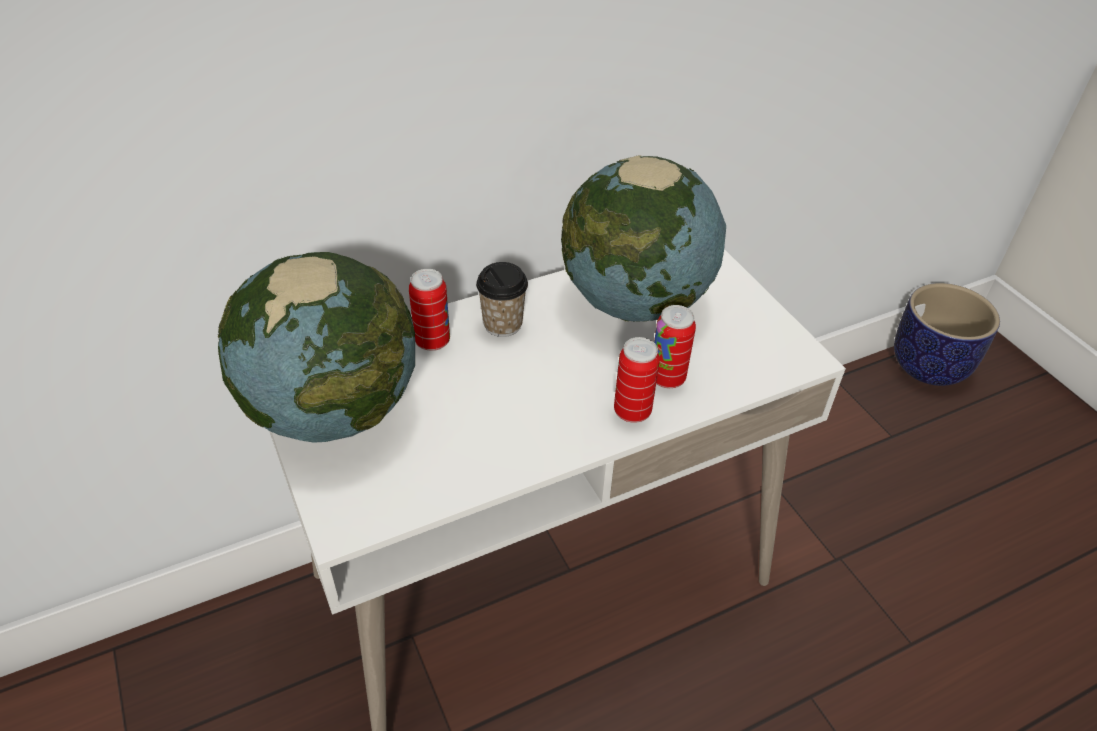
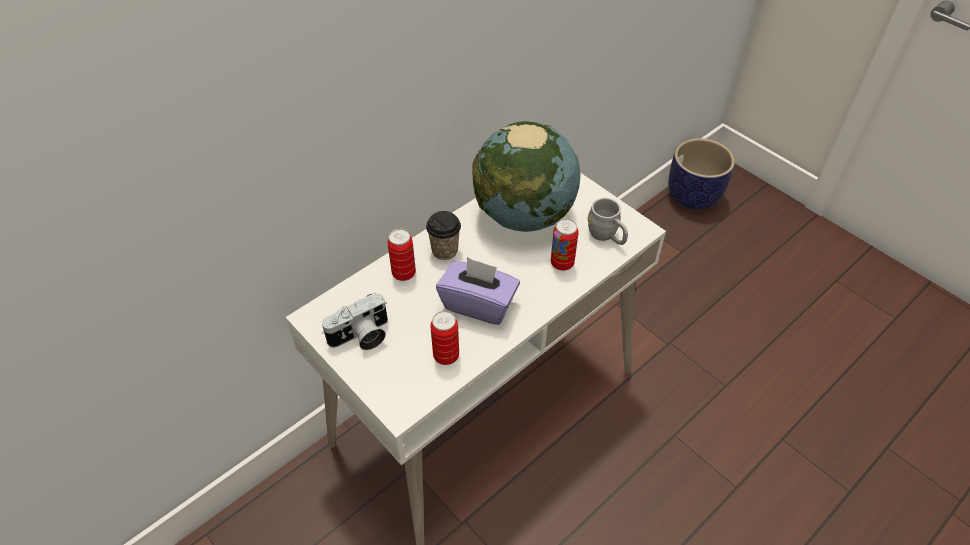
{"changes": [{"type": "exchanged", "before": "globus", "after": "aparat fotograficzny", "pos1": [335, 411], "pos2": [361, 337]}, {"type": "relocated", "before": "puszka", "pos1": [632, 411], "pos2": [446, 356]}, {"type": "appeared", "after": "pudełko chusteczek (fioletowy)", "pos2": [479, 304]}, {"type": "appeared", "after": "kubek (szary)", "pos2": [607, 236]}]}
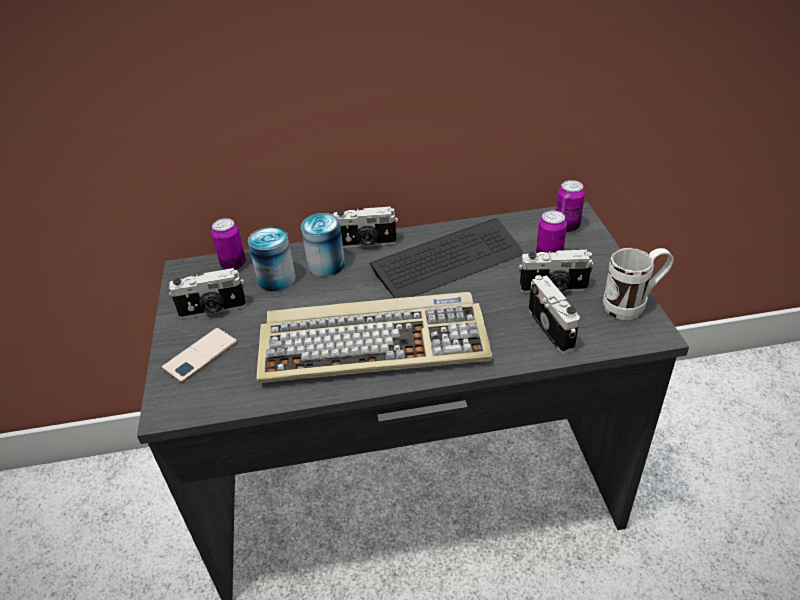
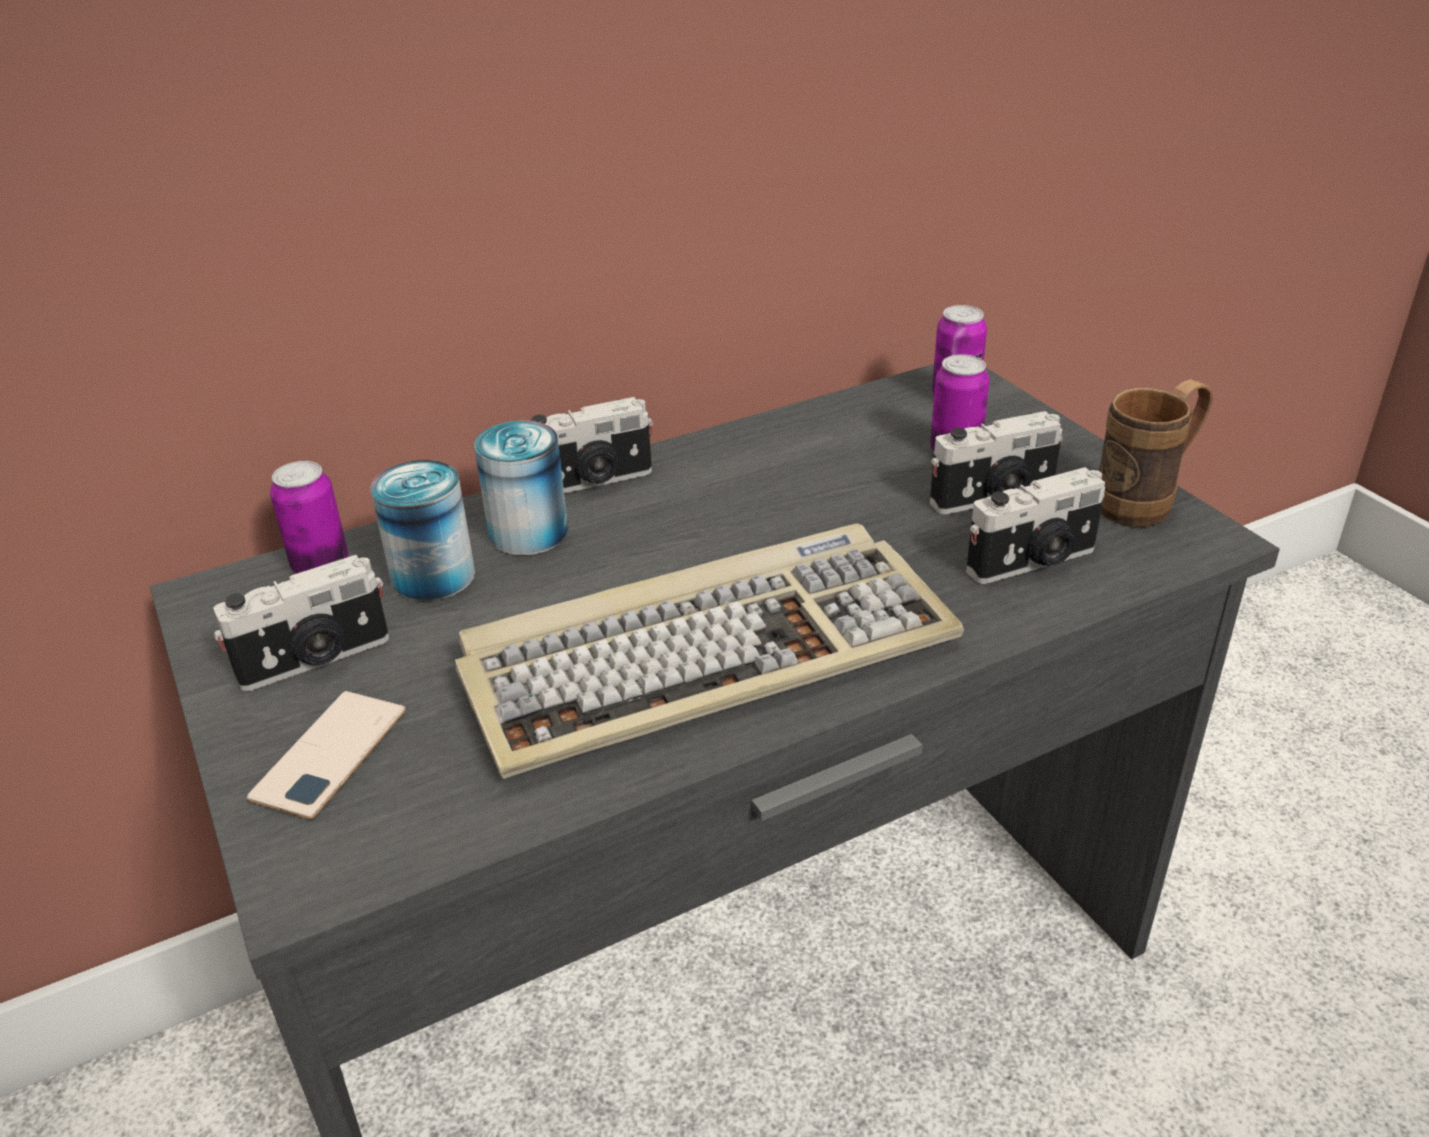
{"changes": [{"type": "missing", "before": "klawiatura", "pos1": [448, 261]}, {"type": "spun", "before": "aparat fotograficzny", "pos1": [553, 328], "pos2": [1034, 562], "turn": 105}, {"type": "colour", "before": "kubek (biały)", "after": "kubek (brązowy)", "pos1": [632, 305], "pos2": [1146, 501]}]}
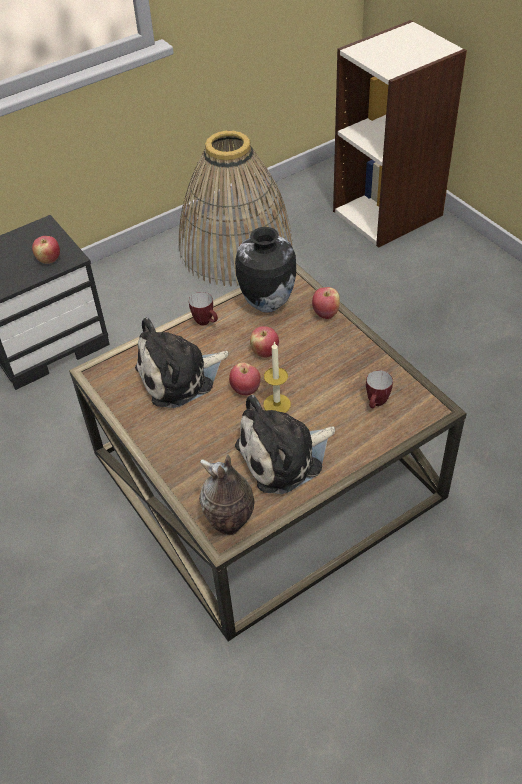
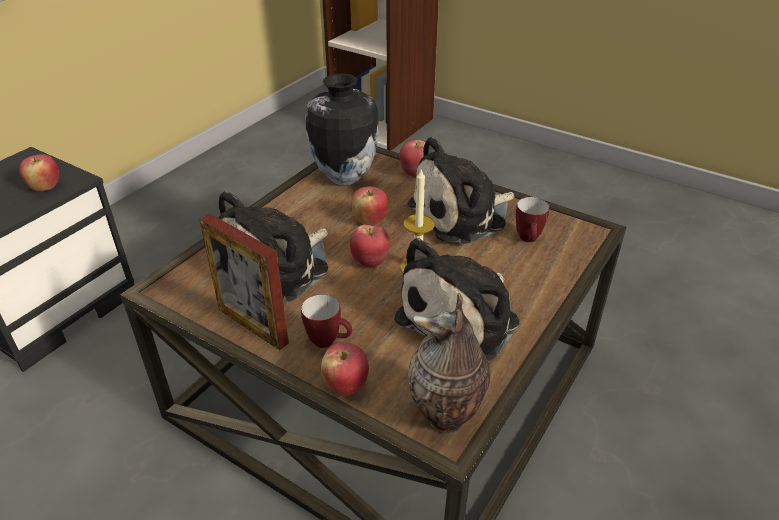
{"changes": [{"type": "missing", "before": "koszyk", "pos1": [236, 248]}, {"type": "relocated", "before": "kubek", "pos1": [206, 322], "pos2": [329, 342]}, {"type": "appeared", "after": "ramka na zdjęcie", "pos2": [253, 326]}, {"type": "appeared", "after": "jabłko", "pos2": [345, 385]}, {"type": "appeared", "after": "pluszak", "pos2": [462, 215]}]}
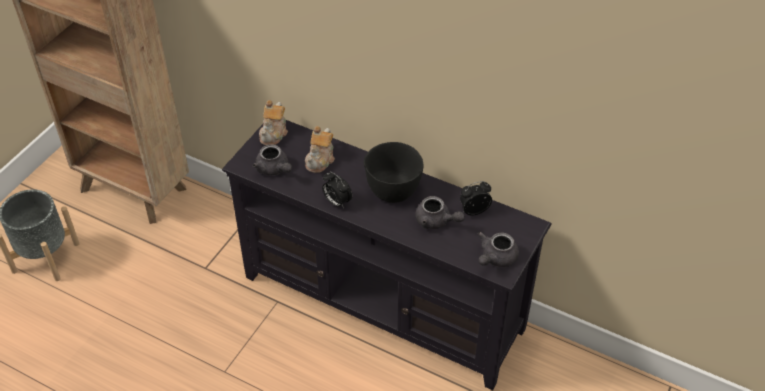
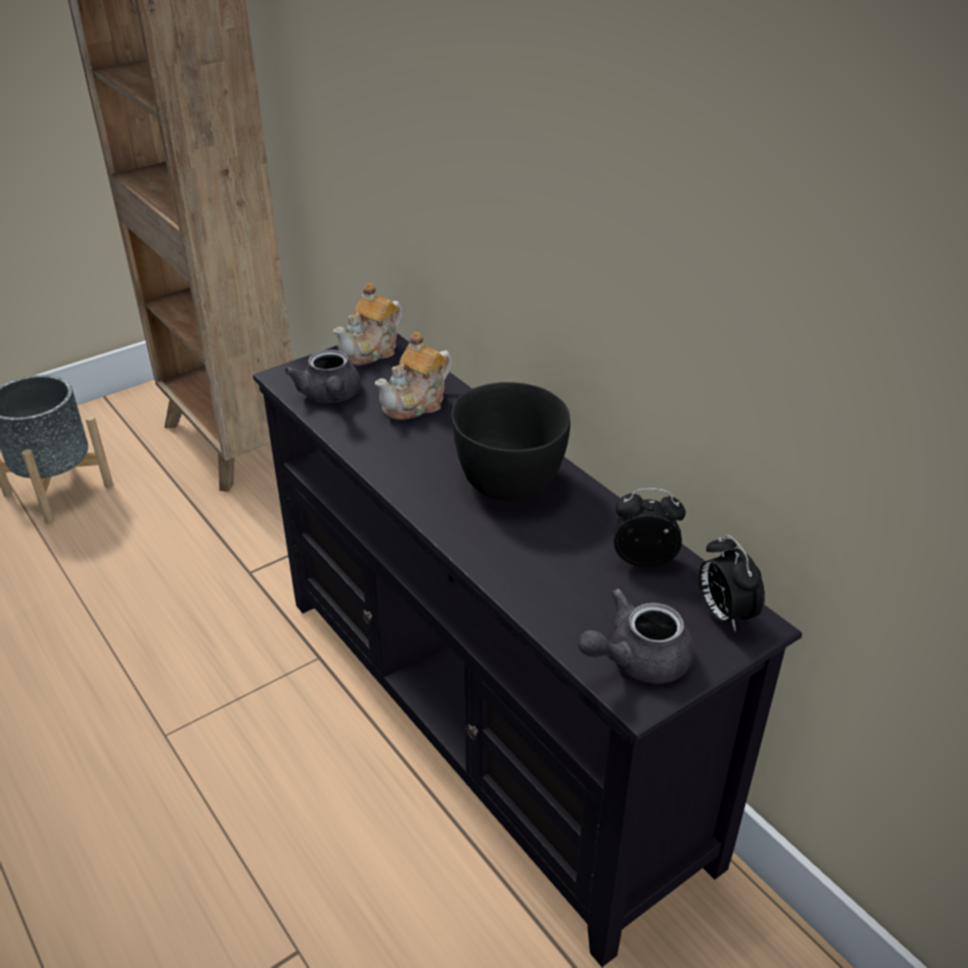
{"changes": [{"type": "relocated", "before": "budzik", "pos1": [337, 202], "pos2": [723, 614]}, {"type": "missing", "before": "imbryk (szary)", "pos1": [436, 221]}]}
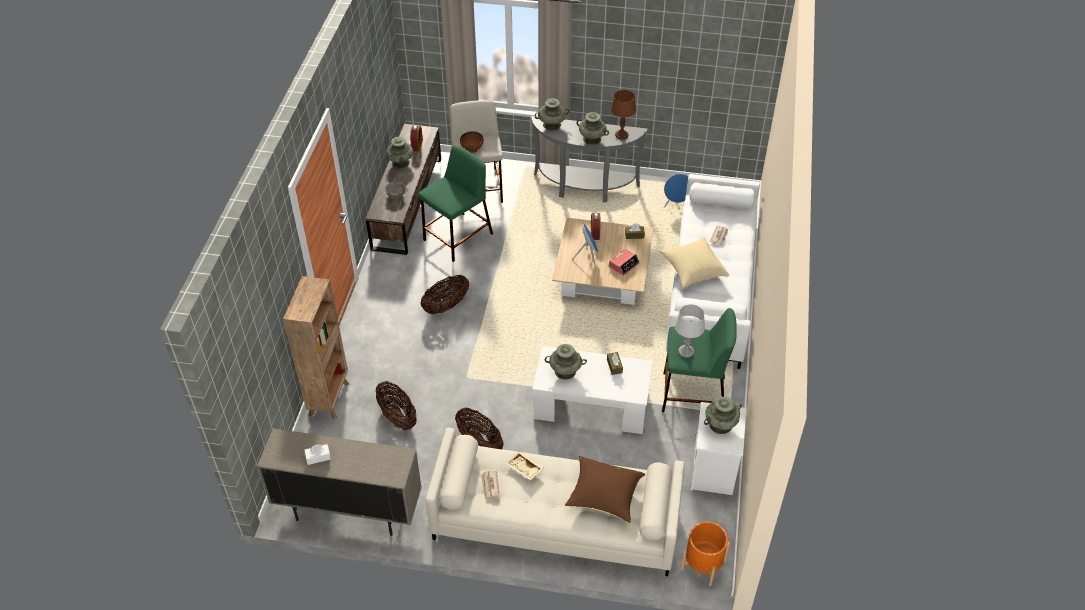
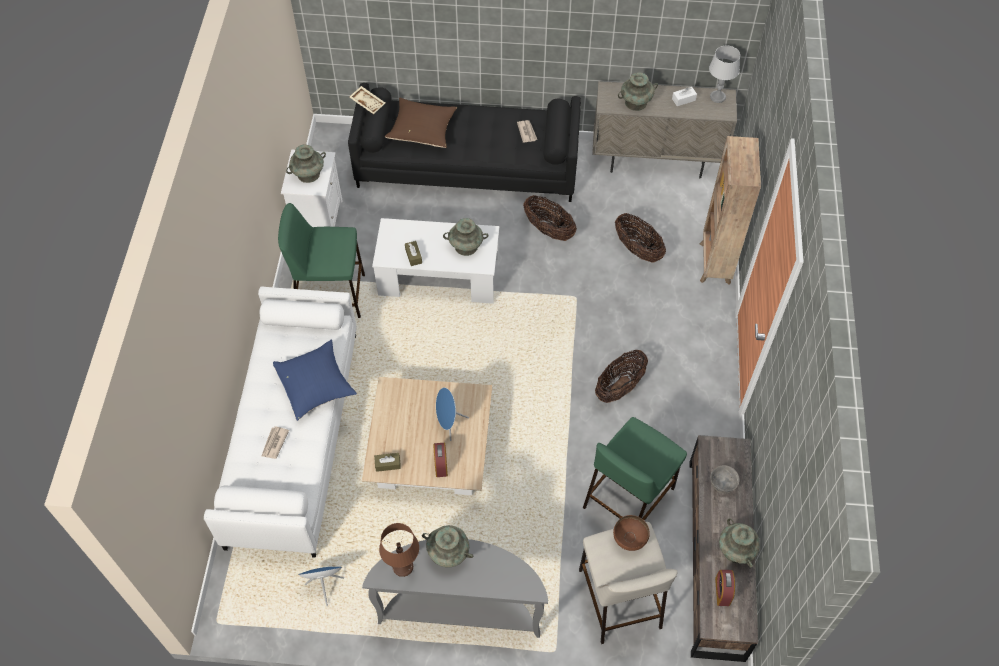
{"changes": [{"type": "colour", "before": "kanapa (beżowy)", "after": "kanapa (czarny)", "pos1": [554, 522], "pos2": [468, 165]}, {"type": "relocated", "before": "taca (beżowy)", "pos1": [524, 469], "pos2": [368, 103]}, {"type": "relocated", "before": "wazon (turkusowy)", "pos1": [551, 125], "pos2": [636, 103]}, {"type": "missing", "before": "budzik", "pos1": [624, 264]}, {"type": "colour", "before": "poduszka (beżowy)", "after": "poduszka (niebieski)", "pos1": [692, 270], "pos2": [316, 386]}, {"type": "relocated", "before": "lampa stołowa (szary)", "pos1": [686, 351], "pos2": [717, 97]}, {"type": "missing", "before": "donica (pomarańczowy)", "pos1": [703, 565]}]}
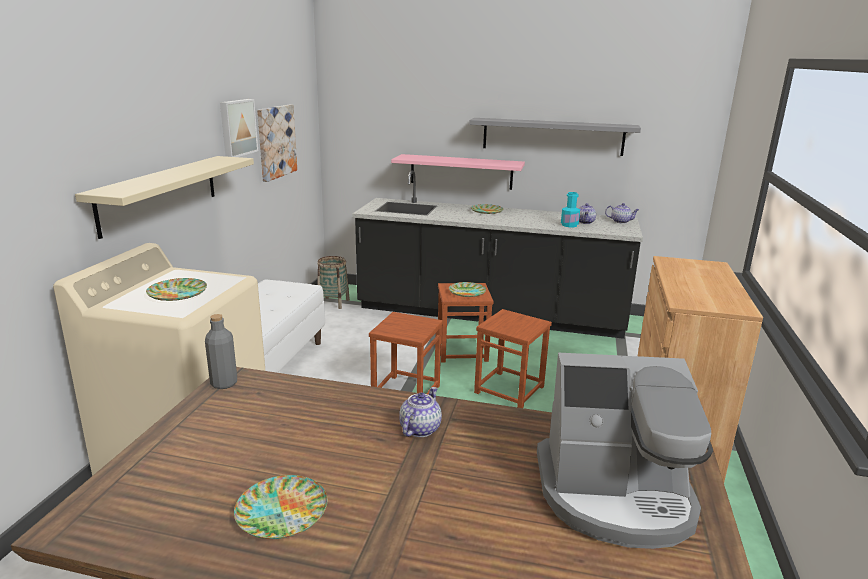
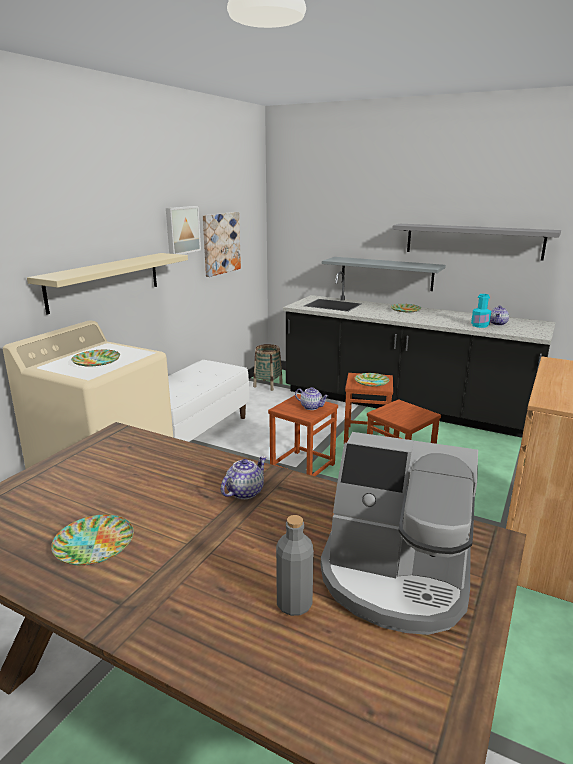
{"changes": [{"type": "relocated", "before": "butelka (szary)", "pos1": [224, 383], "pos2": [294, 604]}, {"type": "colour", "before": "półka (różowy)", "after": "półka (szary)", "pos1": [461, 172], "pos2": [386, 273]}, {"type": "relocated", "before": "imbryk", "pos1": [620, 221], "pos2": [311, 407]}]}
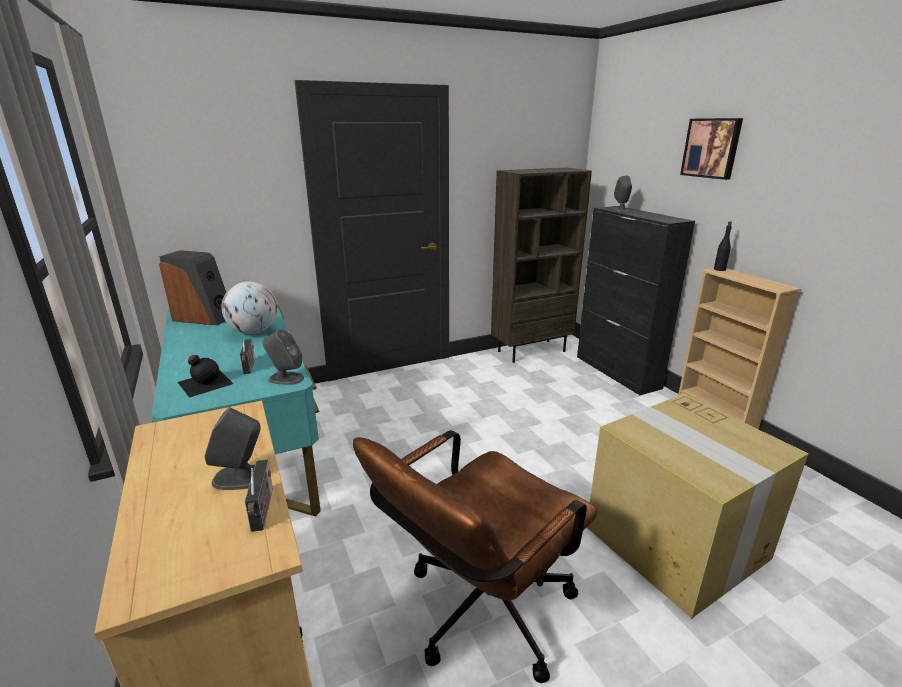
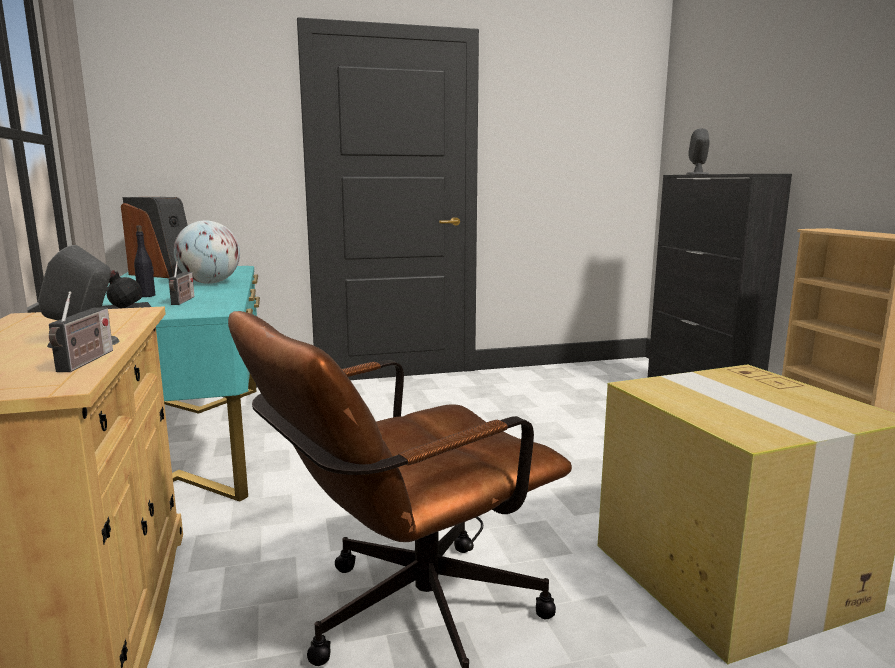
{"changes": [{"type": "missing", "before": "głośnik (szary)", "pos1": [285, 378]}, {"type": "missing", "before": "regał (brązowy)", "pos1": [531, 351]}, {"type": "missing", "before": "obraz", "pos1": [712, 148]}, {"type": "relocated", "before": "butelka (czarny)", "pos1": [719, 269], "pos2": [147, 295]}]}
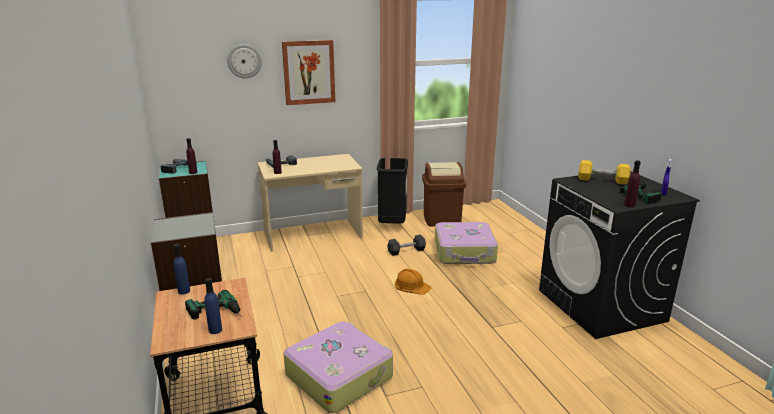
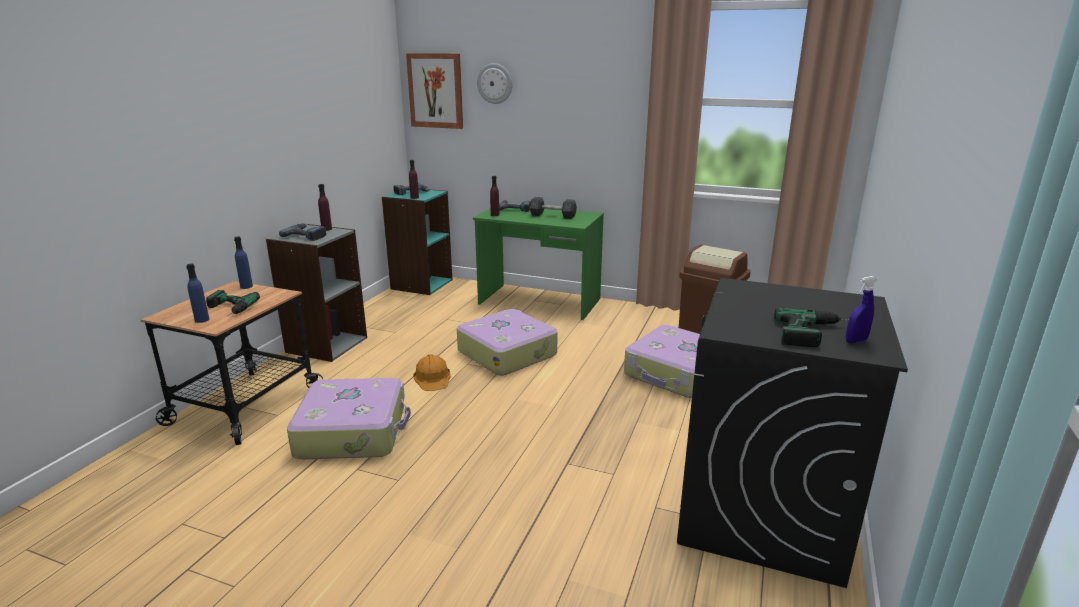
{"changes": [{"type": "colour", "before": "biurko (beżowy)", "after": "biurko (zielony)", "pos1": [313, 235], "pos2": [539, 302]}, {"type": "relocated", "before": "obraz", "pos1": [309, 72], "pos2": [435, 91]}, {"type": "missing", "before": "kosz na śmieci (czarny)", "pos1": [392, 225]}, {"type": "relocated", "before": "hantel (szary)", "pos1": [406, 251], "pos2": [553, 216]}, {"type": "relocated", "before": "kask (pomarańczowy)", "pos1": [412, 285], "pos2": [433, 378]}, {"type": "missing", "before": "hantel (żółty)", "pos1": [602, 180]}, {"type": "relocated", "before": "butelka (fioletowy)", "pos1": [629, 205], "pos2": [326, 229]}, {"type": "appeared", "after": "wiertarka", "pos2": [306, 235]}, {"type": "appeared", "after": "walizka", "pos2": [507, 353]}]}
